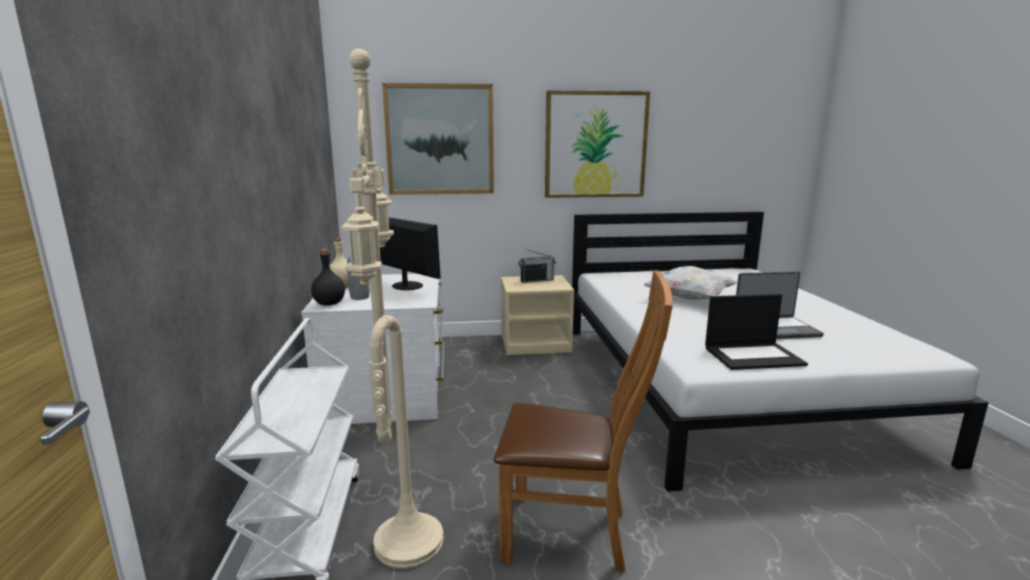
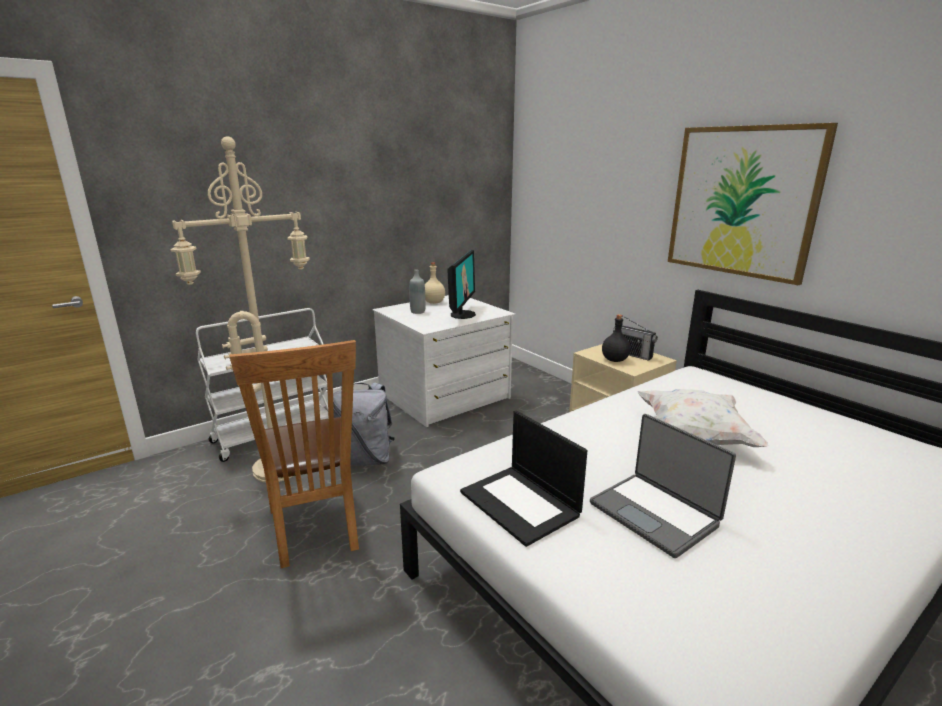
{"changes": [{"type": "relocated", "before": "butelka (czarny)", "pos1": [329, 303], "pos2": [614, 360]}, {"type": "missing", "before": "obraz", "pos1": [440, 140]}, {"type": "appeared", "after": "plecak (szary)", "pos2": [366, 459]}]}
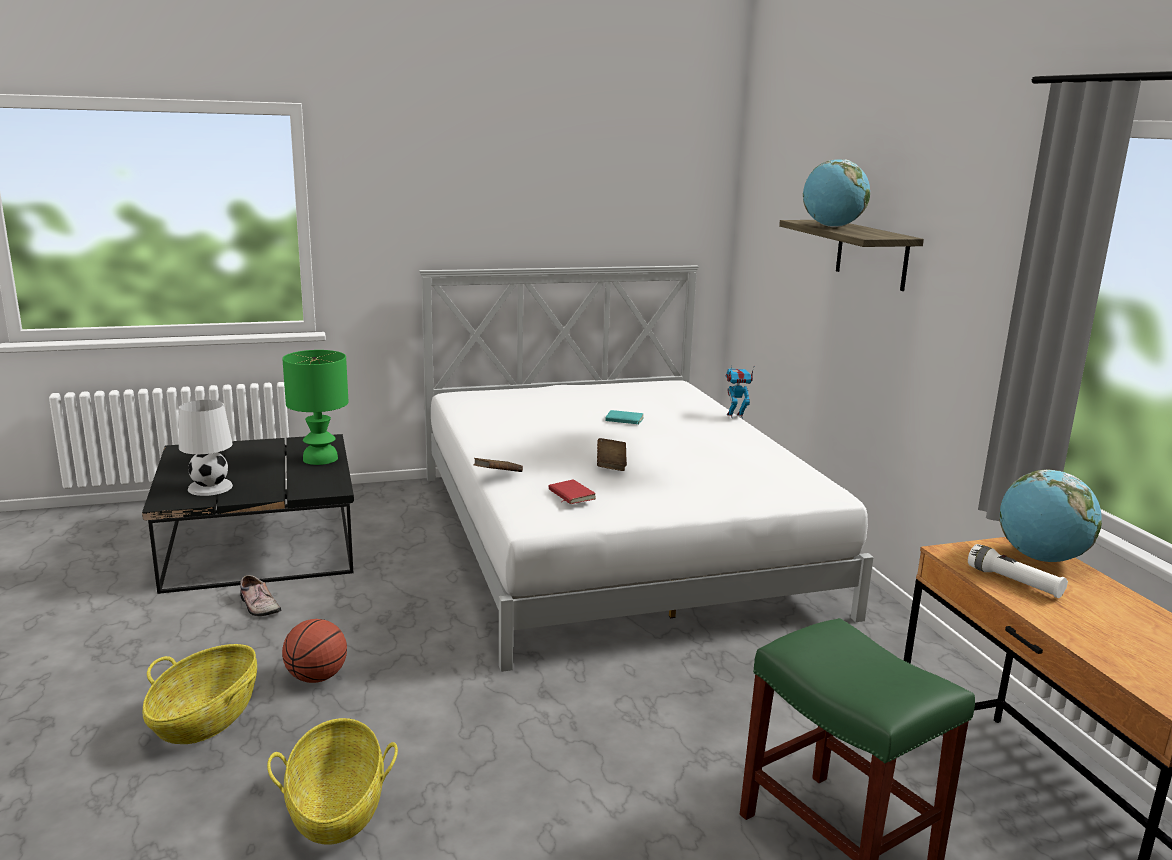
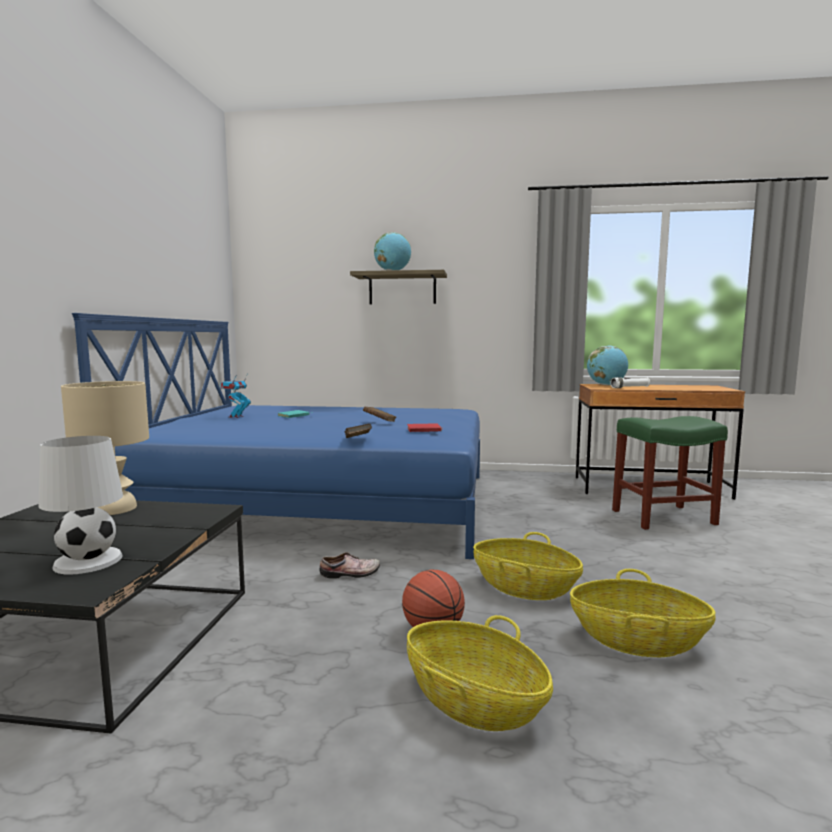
{"changes": [{"type": "relocated", "before": "but", "pos1": [258, 606], "pos2": [350, 574]}, {"type": "colour", "before": "lampa stołowa (zielony)", "after": "lampa stołowa (beżowy)", "pos1": [321, 459], "pos2": [115, 508]}, {"type": "colour", "before": "łóżko (biały)", "after": "łóżko (niebieski)", "pos1": [612, 540], "pos2": [321, 502]}, {"type": "relocated", "before": "robot zabawkowy", "pos1": [735, 416], "pos2": [236, 417]}, {"type": "appeared", "after": "koszyk", "pos2": [525, 587]}]}
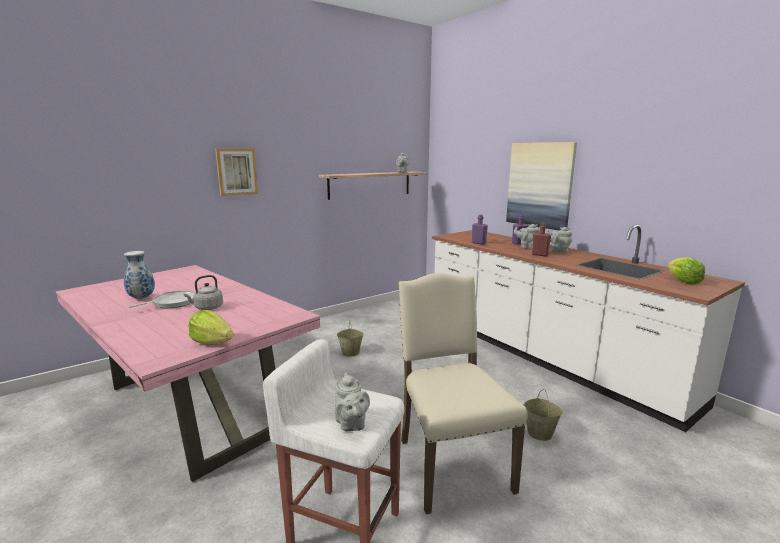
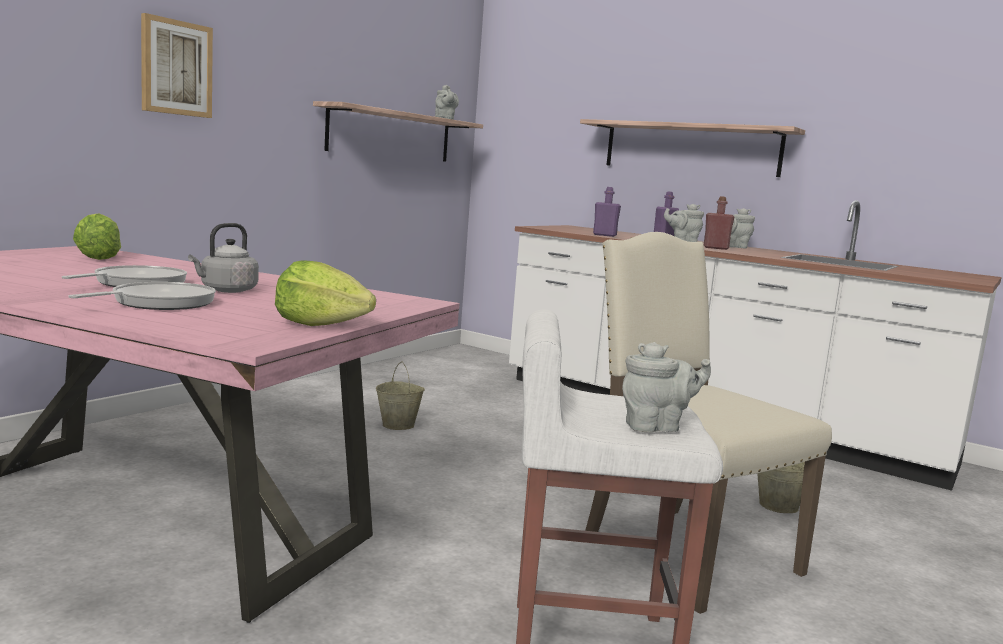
{"changes": [{"type": "missing", "before": "wazon", "pos1": [141, 298]}, {"type": "spun", "before": "imbryk (szary)", "pos1": [351, 424], "pos2": [656, 427], "turn": -60}, {"type": "exchanged", "before": "obraz", "after": "półka", "pos1": [540, 185], "pos2": [690, 148]}, {"type": "relocated", "before": "sałata", "pos1": [682, 281], "pos2": [98, 257]}, {"type": "appeared", "after": "patelnia", "pos2": [158, 303]}]}
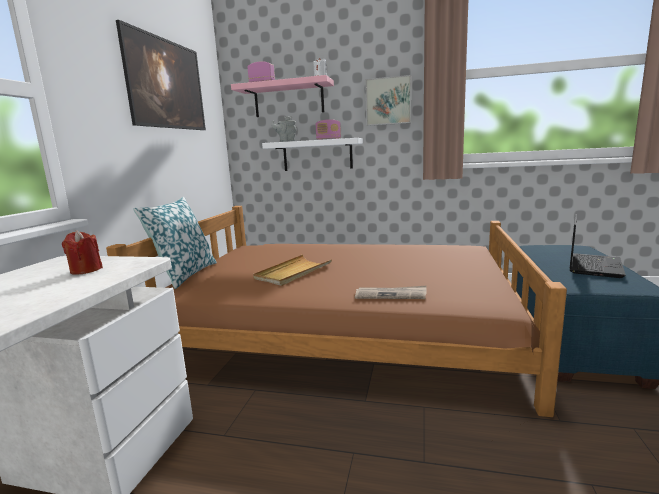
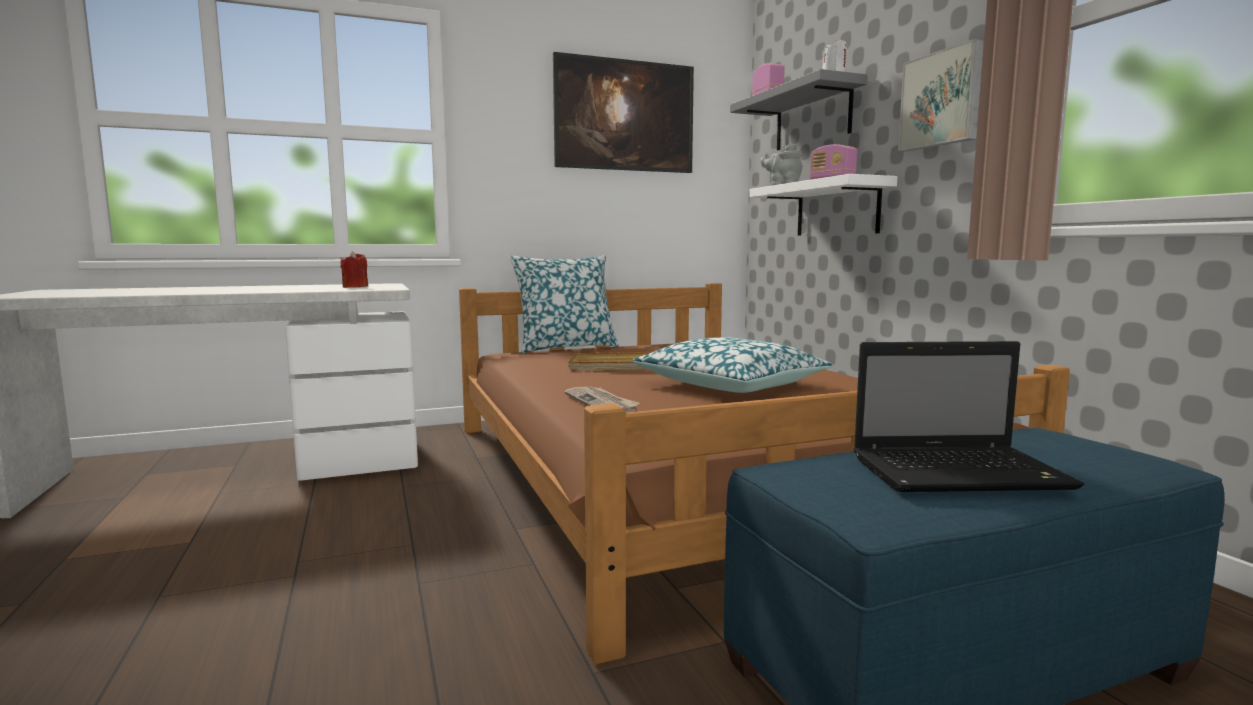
{"changes": [{"type": "colour", "before": "półka (różowy)", "after": "półka (szary)", "pos1": [288, 99], "pos2": [812, 117]}, {"type": "appeared", "after": "poduszka", "pos2": [731, 385]}]}
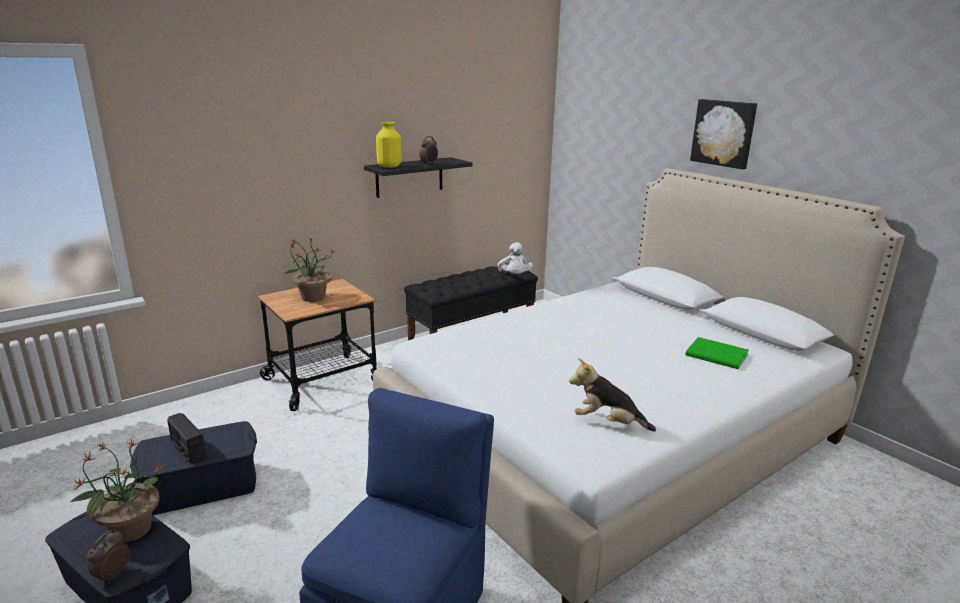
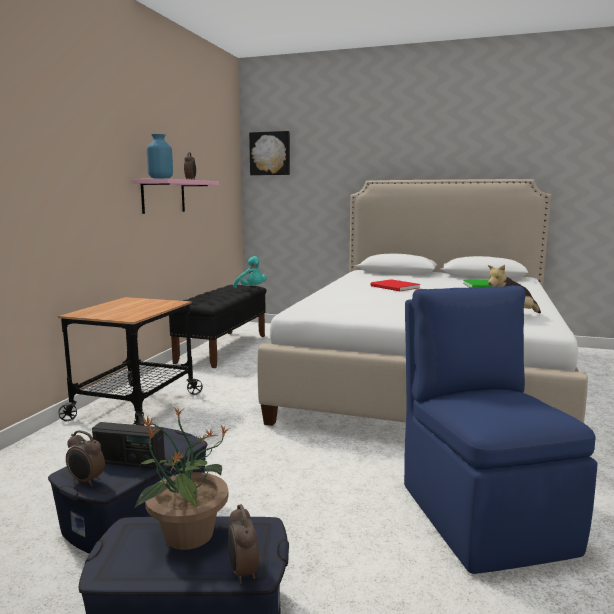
{"changes": [{"type": "missing", "before": "roślina doniczkowa", "pos1": [312, 297]}, {"type": "colour", "before": "półka (czarny)", "after": "półka (różowy)", "pos1": [409, 177], "pos2": [163, 196]}, {"type": "colour", "before": "wazon (żółty)", "after": "wazon (niebieski)", "pos1": [389, 166], "pos2": [160, 178]}, {"type": "colour", "before": "pluszak (biały)", "after": "pluszak (turkusowy)", "pos1": [514, 276], "pos2": [251, 288]}, {"type": "relocated", "before": "obraz", "pos1": [724, 133], "pos2": [270, 153]}, {"type": "appeared", "after": "budzik", "pos2": [86, 481]}, {"type": "appeared", "after": "książka (czerwony)", "pos2": [395, 287]}]}
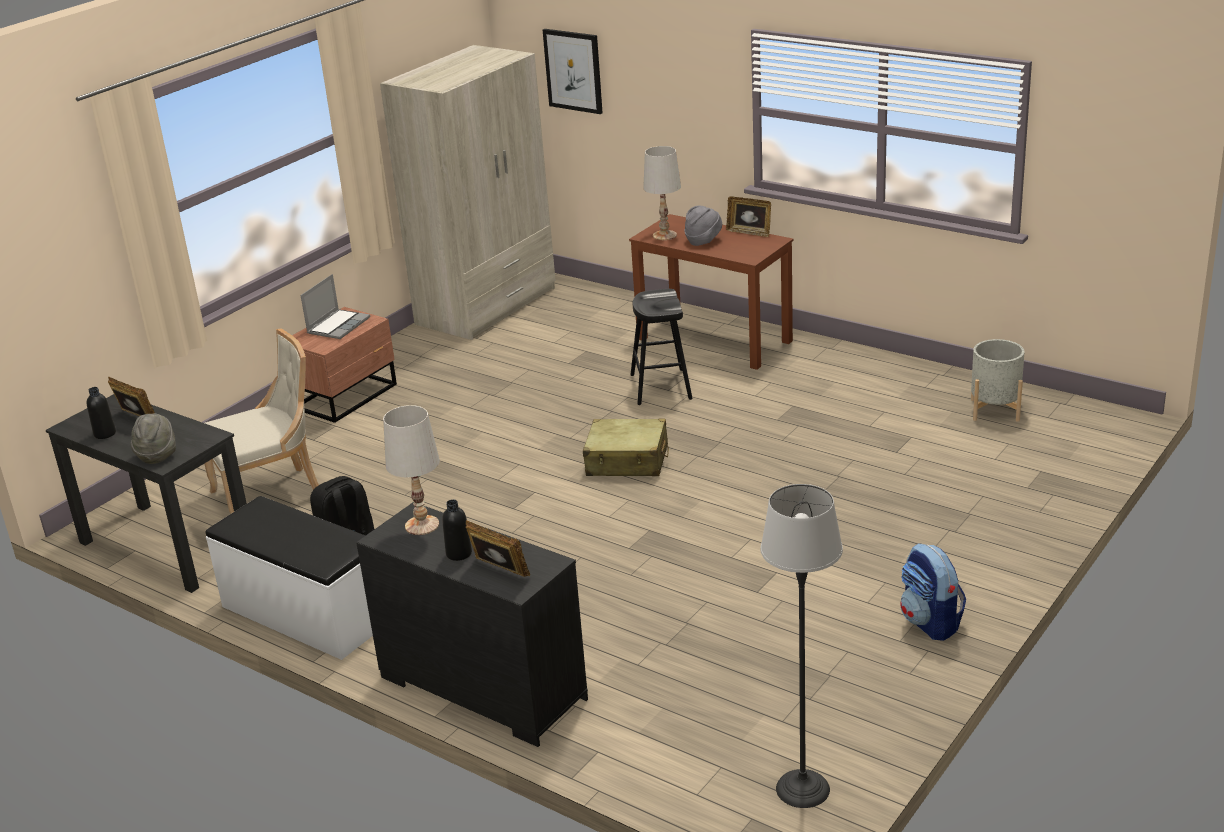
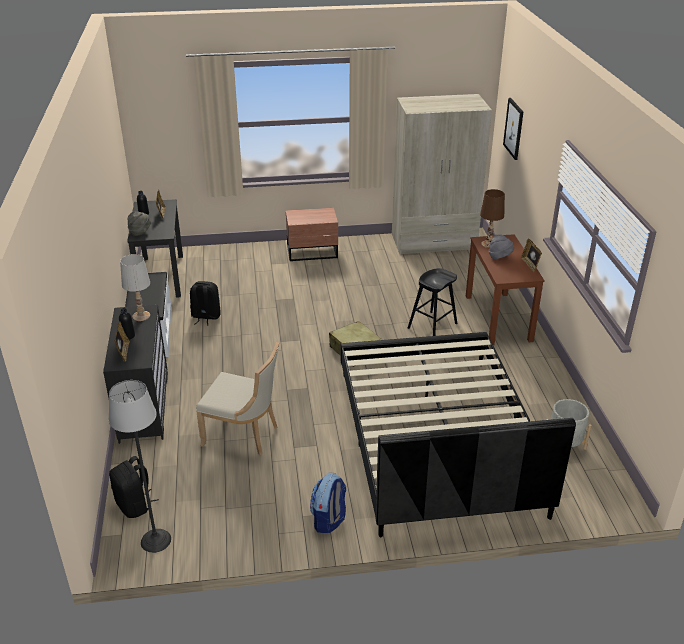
{"changes": [{"type": "relocated", "before": "krzesło (beżowy)", "pos1": [272, 495], "pos2": [244, 435]}, {"type": "missing", "before": "laptop", "pos1": [338, 325]}, {"type": "colour", "before": "lampa stołowa (biały)", "after": "lampa stołowa (brązowy)", "pos1": [665, 235], "pos2": [489, 244]}, {"type": "appeared", "after": "plecak (czarny)", "pos2": [135, 505]}, {"type": "appeared", "after": "łóżko (czarny)", "pos2": [436, 440]}]}
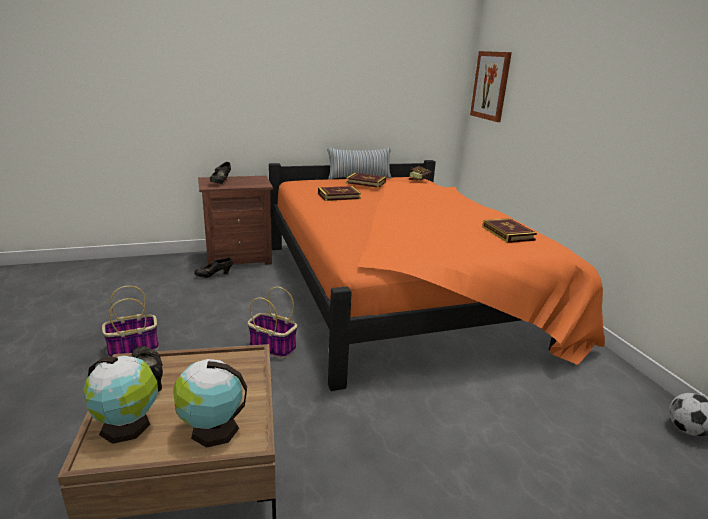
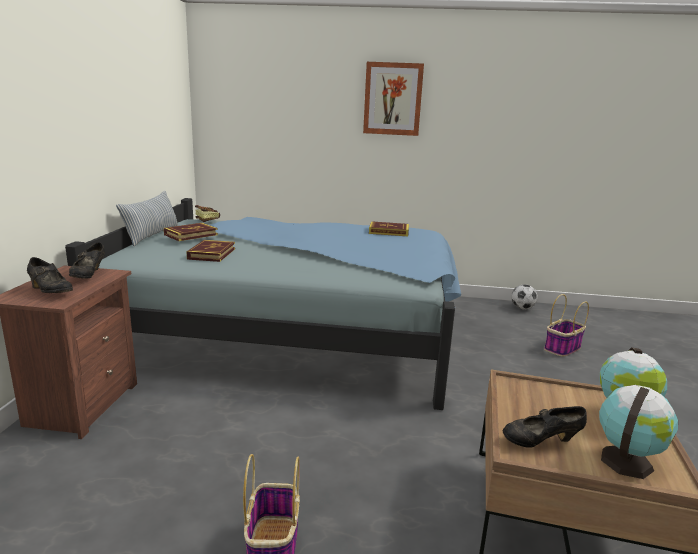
{"changes": [{"type": "relocated", "before": "but (czarny)", "pos1": [214, 275], "pos2": [88, 275]}, {"type": "relocated", "before": "koszyk", "pos1": [272, 346], "pos2": [562, 348]}, {"type": "colour", "before": "łóżko (pomarańczowy)", "after": "łóżko (niebieski)", "pos1": [403, 293], "pos2": [298, 331]}, {"type": "relocated", "before": "obraz", "pos1": [491, 86], "pos2": [393, 99]}]}
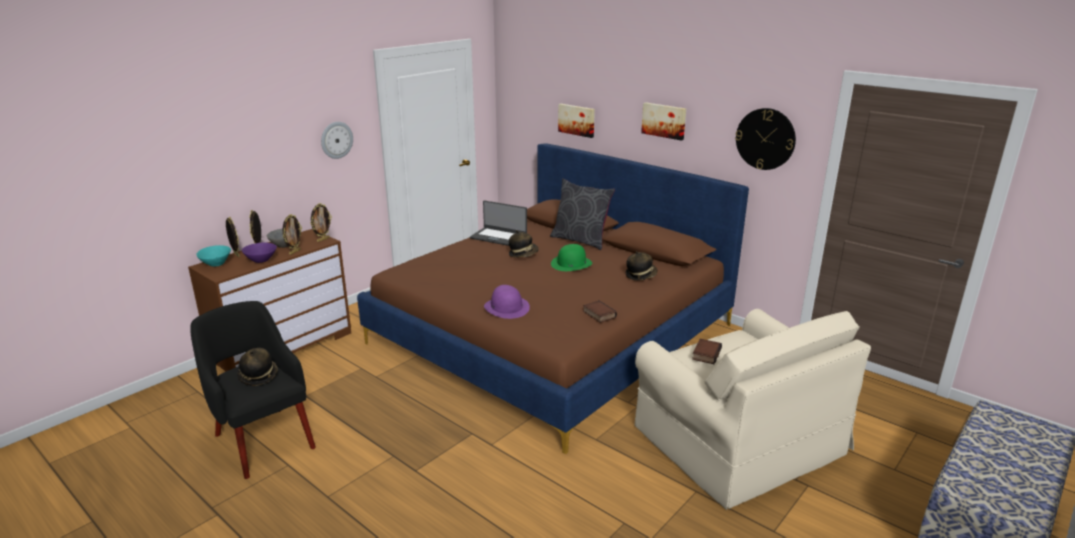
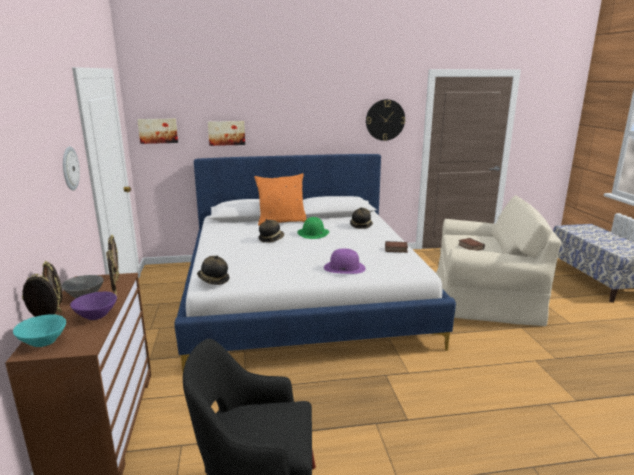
{"changes": [{"type": "relocated", "before": "kapelusz", "pos1": [258, 376], "pos2": [213, 280]}, {"type": "colour", "before": "łóżko (brązowy)", "after": "łóżko (biały)", "pos1": [552, 334], "pos2": [303, 298]}, {"type": "missing", "before": "laptop", "pos1": [498, 237]}, {"type": "colour", "before": "poduszka (szary)", "after": "poduszka (pomarańczowy)", "pos1": [580, 240], "pos2": [281, 221]}, {"type": "relocated", "before": "obraz", "pos1": [664, 120], "pos2": [158, 130]}]}
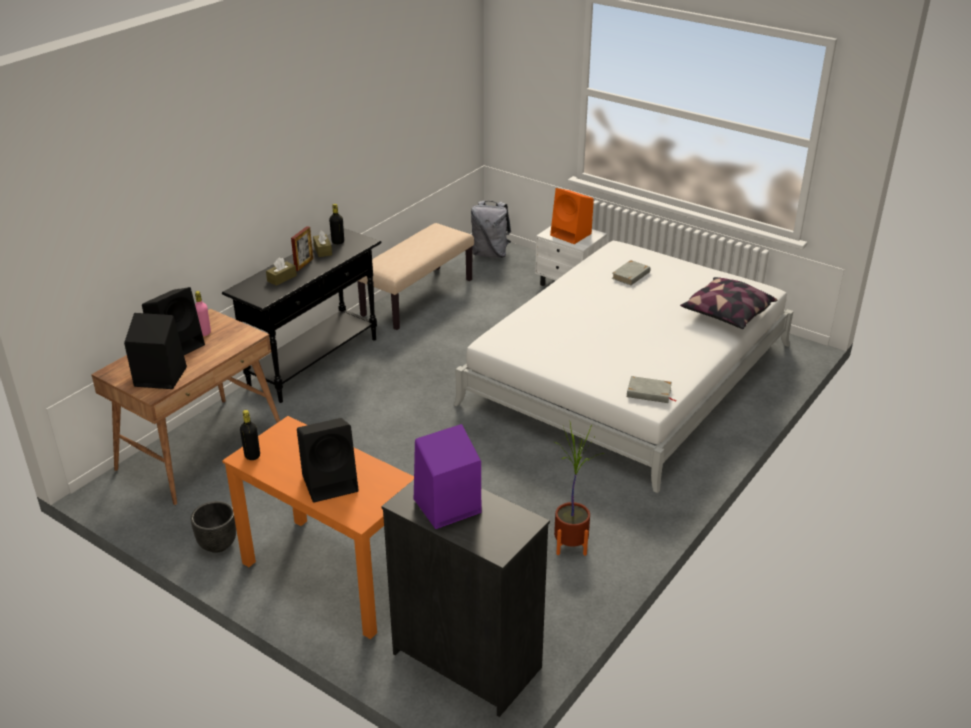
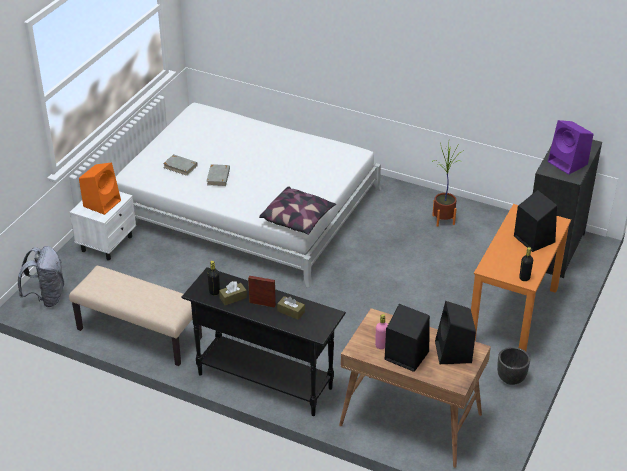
{"changes": [{"type": "relocated", "before": "książka (szary)", "pos1": [649, 393], "pos2": [218, 177]}, {"type": "relocated", "before": "poduszka", "pos1": [727, 314], "pos2": [298, 219]}]}
